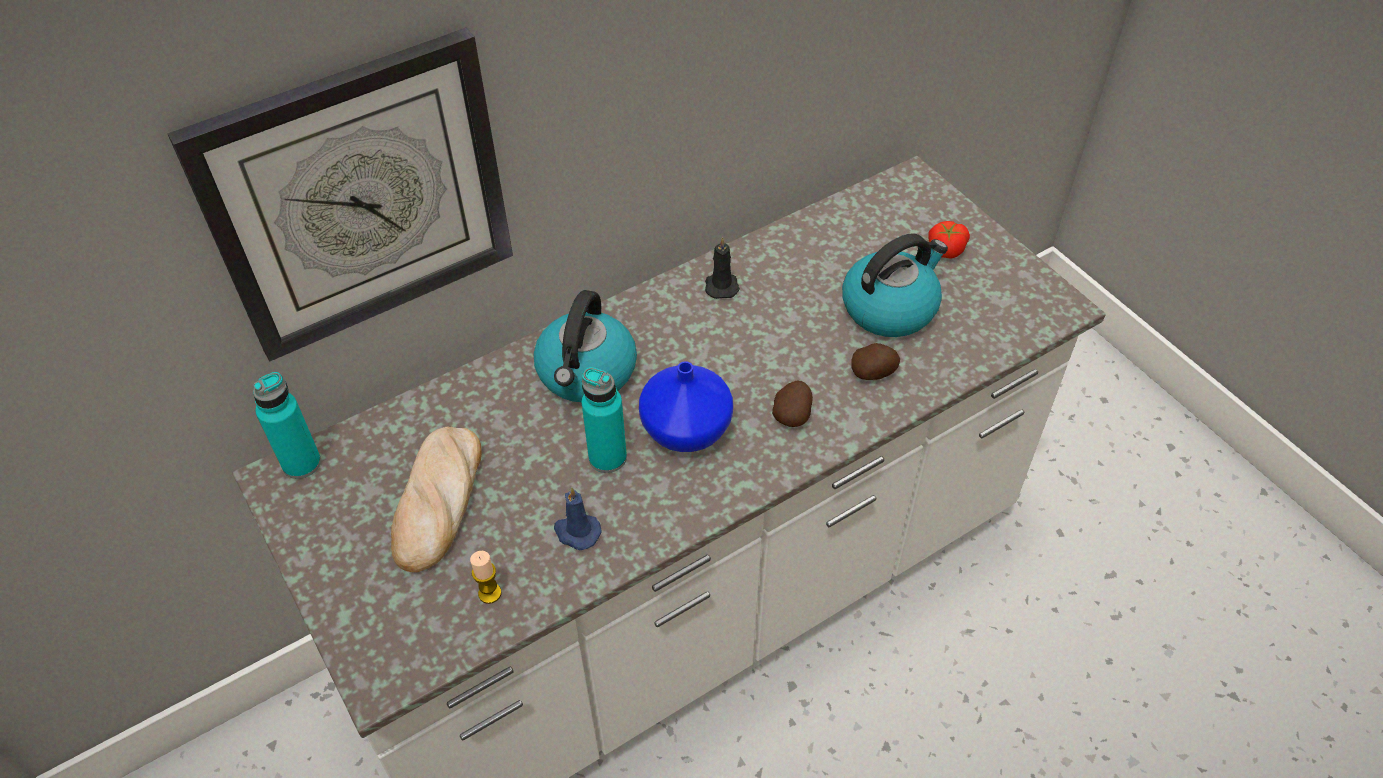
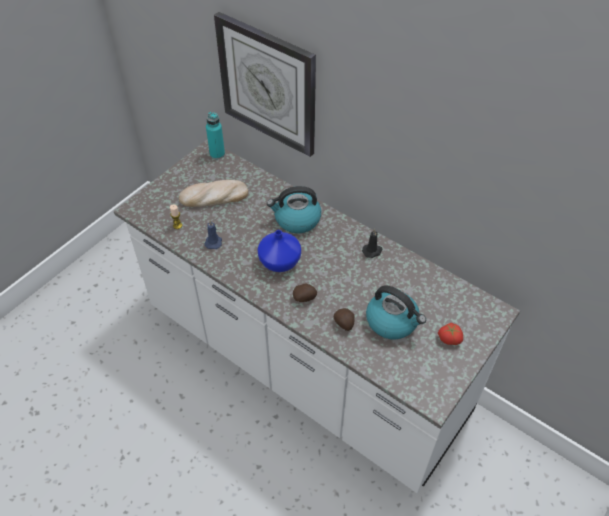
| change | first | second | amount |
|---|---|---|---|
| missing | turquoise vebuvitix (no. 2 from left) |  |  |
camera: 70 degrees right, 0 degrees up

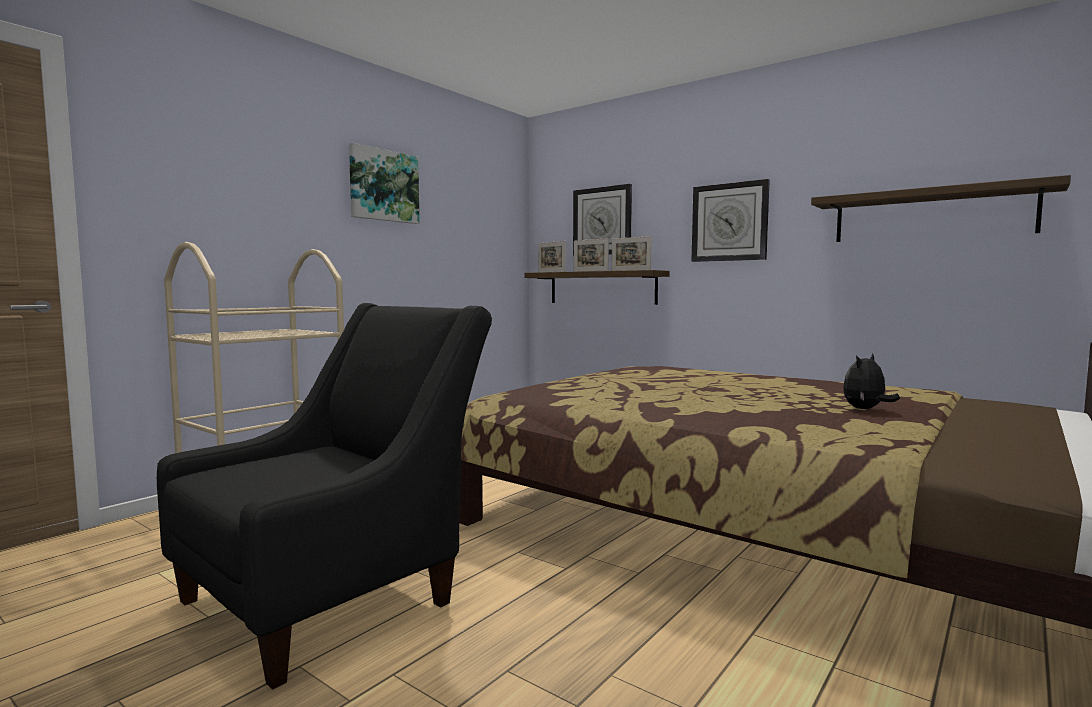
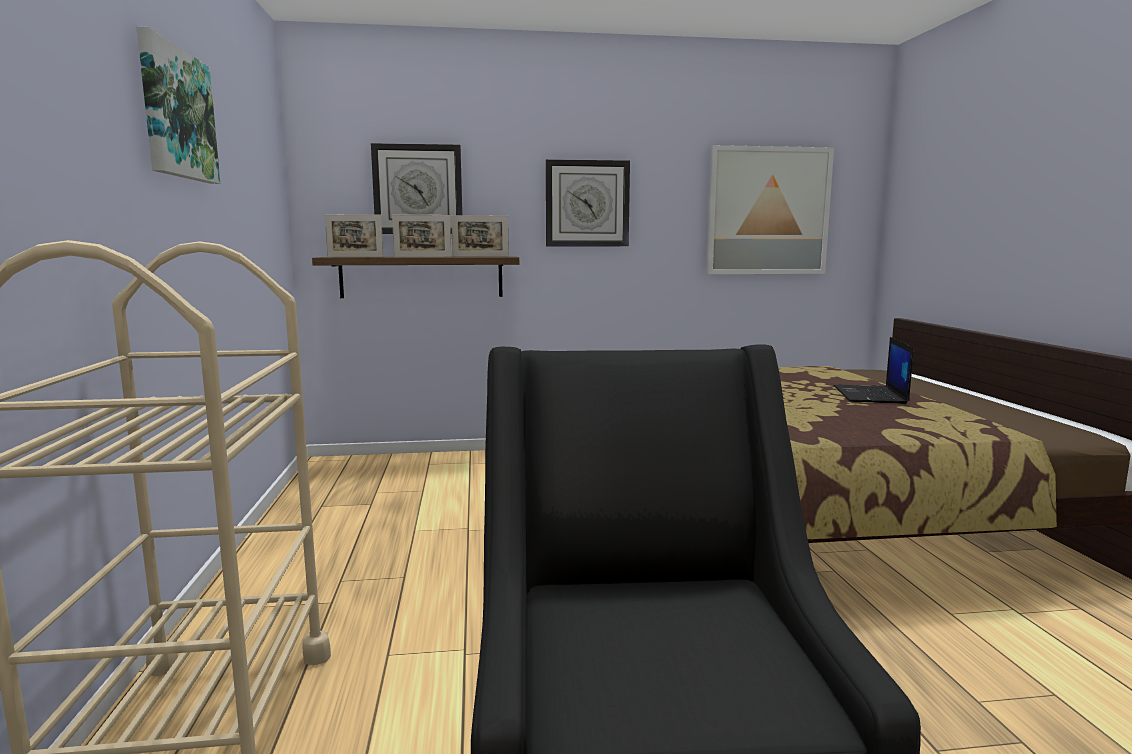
| change | first | second | amount |
|---|---|---|---|
| exchanged | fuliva (no. 2 from left) | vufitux (no. 2 from left) |  |
| exchanged | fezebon | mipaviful |  |
camera: 45 degrees left, 5 degrees up

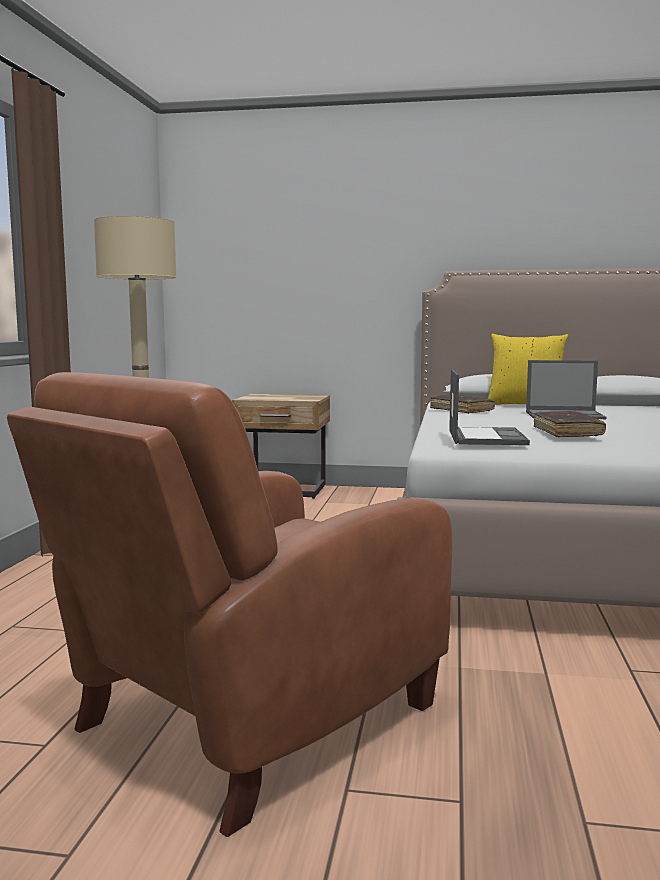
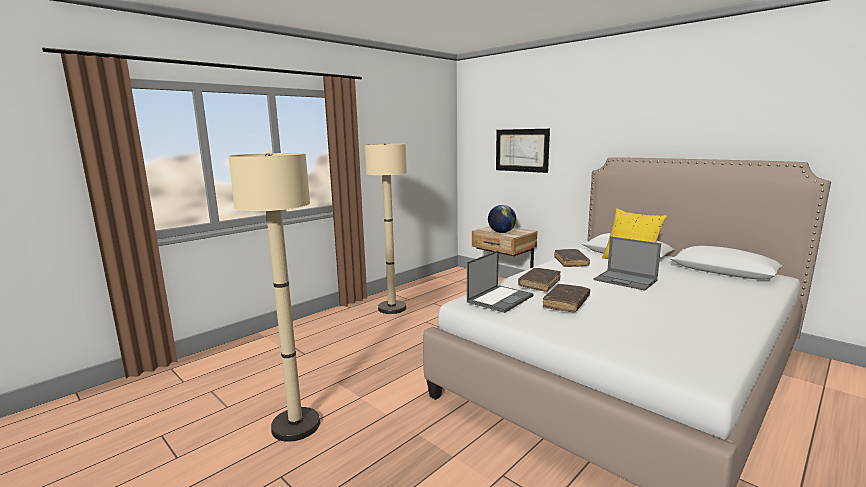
| change | first | second | amount |
|---|---|---|---|
| exchanged | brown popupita | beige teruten (no. 1 from left) |  |
| appeared |  | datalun |  |
| appeared |  | vufitux |  |
| appeared |  | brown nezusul (no. 1 from left) |  |
camera: 35 degrees right, 5 degrees up

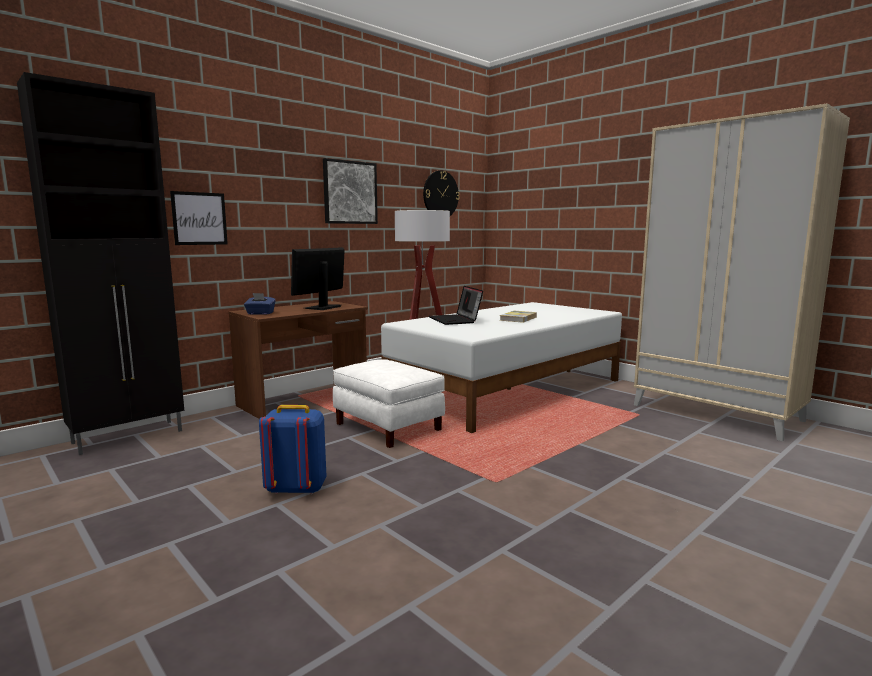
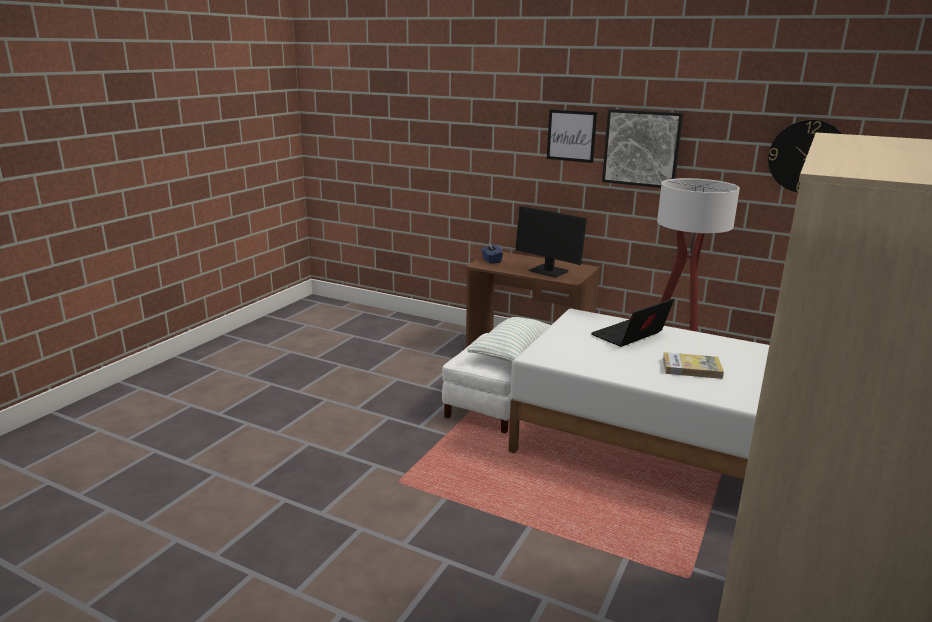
| change | first | second | amount |
|---|---|---|---|
| missing | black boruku |  |  |
| relocated | vufitux (no. 1 from left) |  |  |
| missing | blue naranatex |  |  |
| spun | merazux |  | 150 degrees counterclockwise |
| appeared |  | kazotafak |  |
camera: 70 degrees right, 10 degrees up

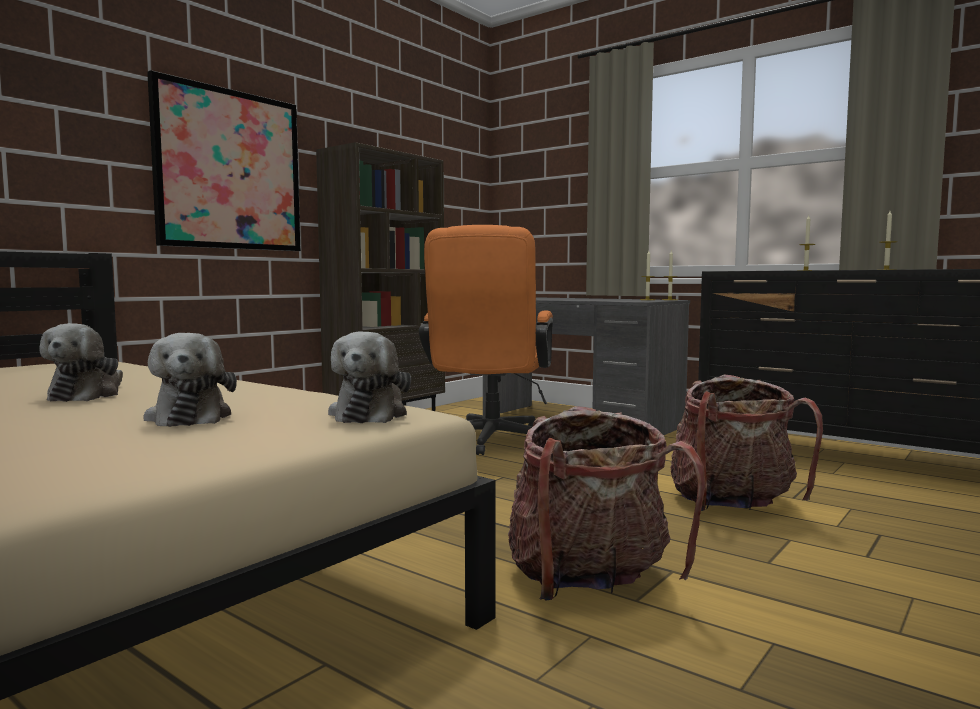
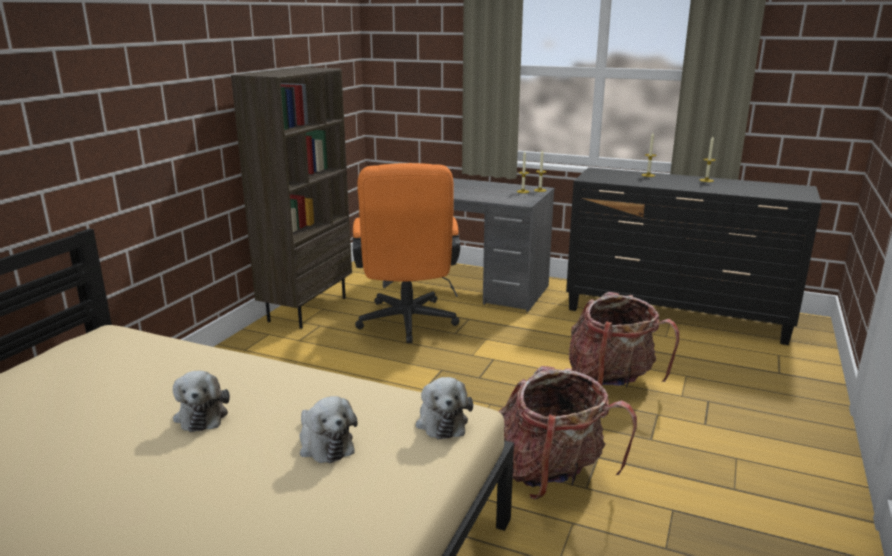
| change | first | second | amount |
|---|---|---|---|
| missing | vufitux |  |  |
camera: 15 degrees left, 15 degrees up

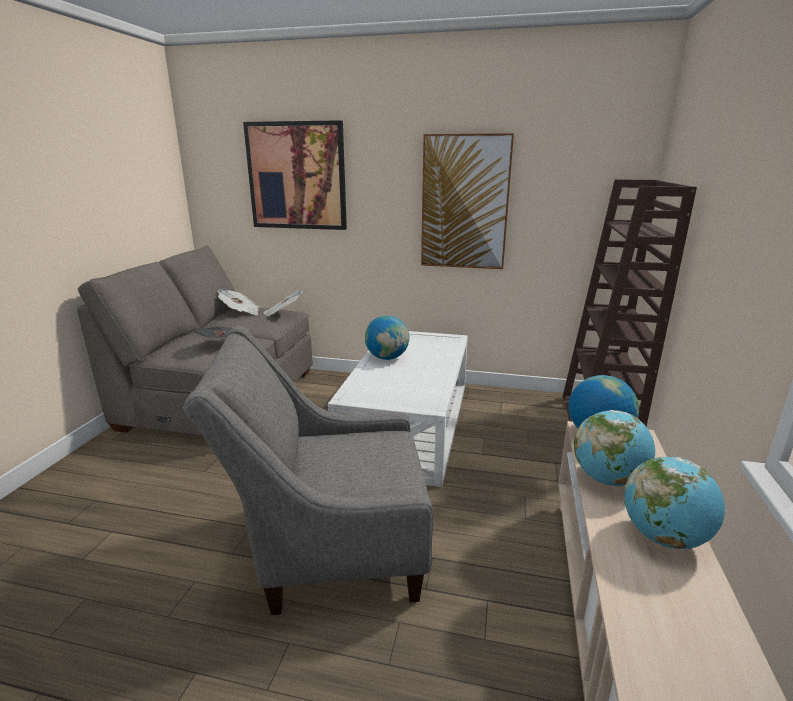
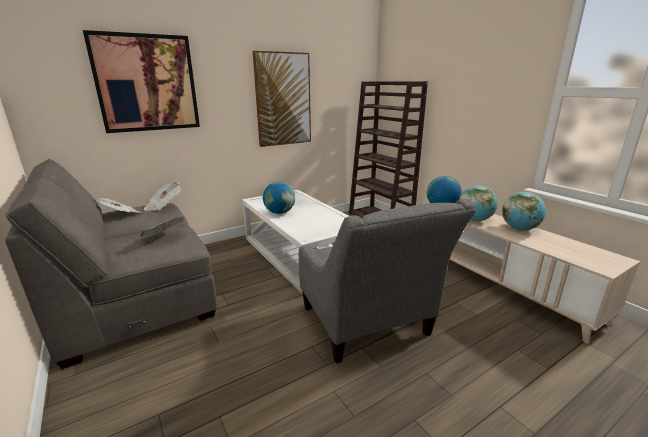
| change | first | second | amount |
|---|---|---|---|
| spun | grey popupita |  | 60 degrees counterclockwise |
camera: 45 degrees left, 0 degrees up

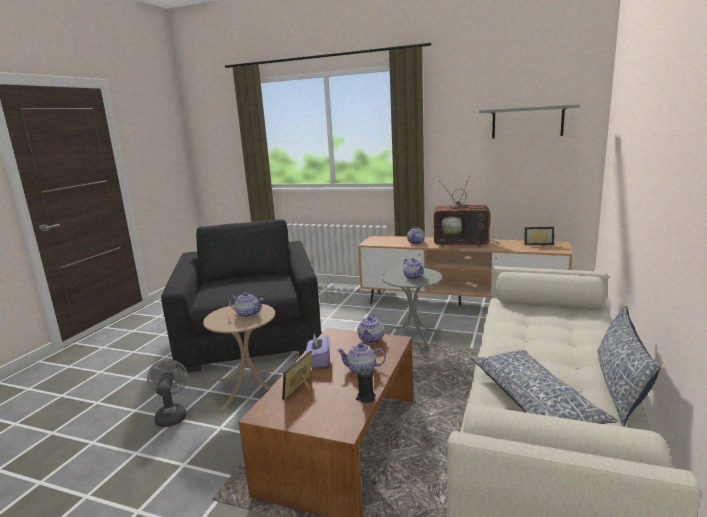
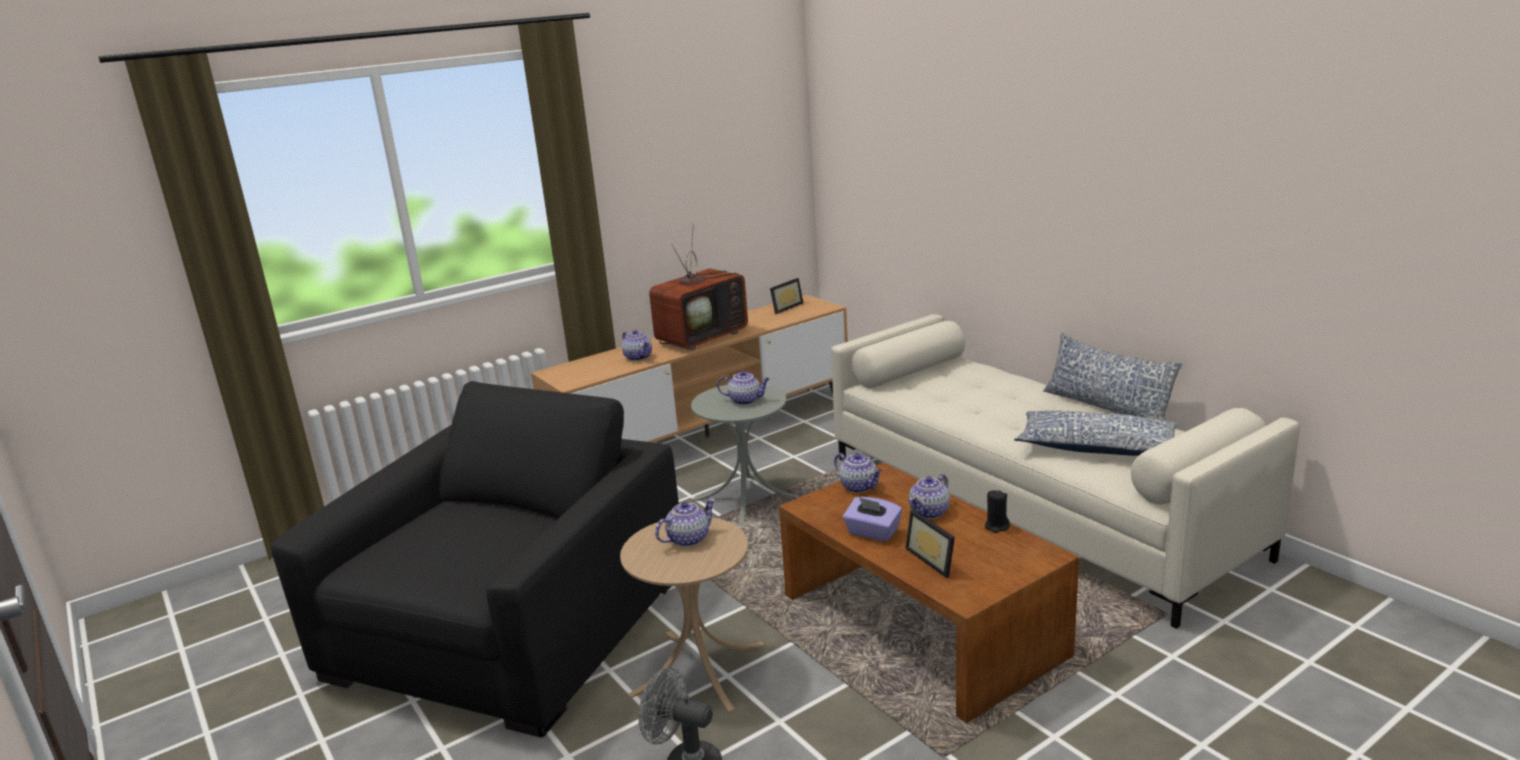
| change | first | second | amount |
|---|---|---|---|
| spun | black popupita |  | 90 degrees clockwise |
| missing | grey fuliva |  |  |
camera: 55 degrees left, 5 degrees up

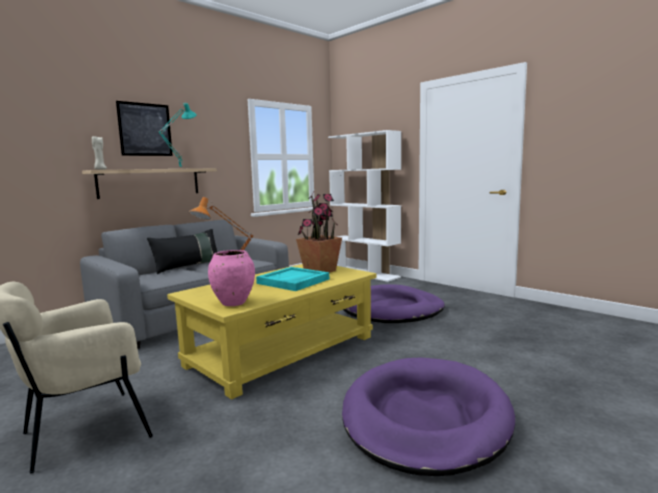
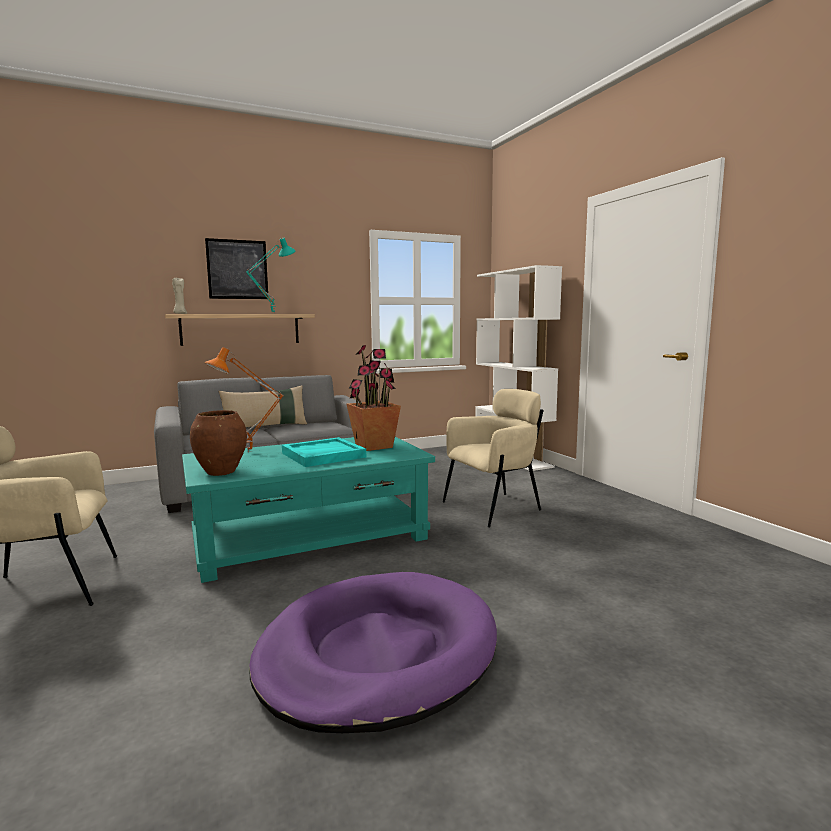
| change | first | second | amount |
|---|---|---|---|
| colour | black kazotafak | beige kazotafak |  |
| colour | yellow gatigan | turquoise gatigan |  |
| colour | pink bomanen | brown bomanen |  |
| exchanged | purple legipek (no. 1 from left) | beige popupita (no. 2 from left) |  |
camera: 20 degrees right, 0 degrees up

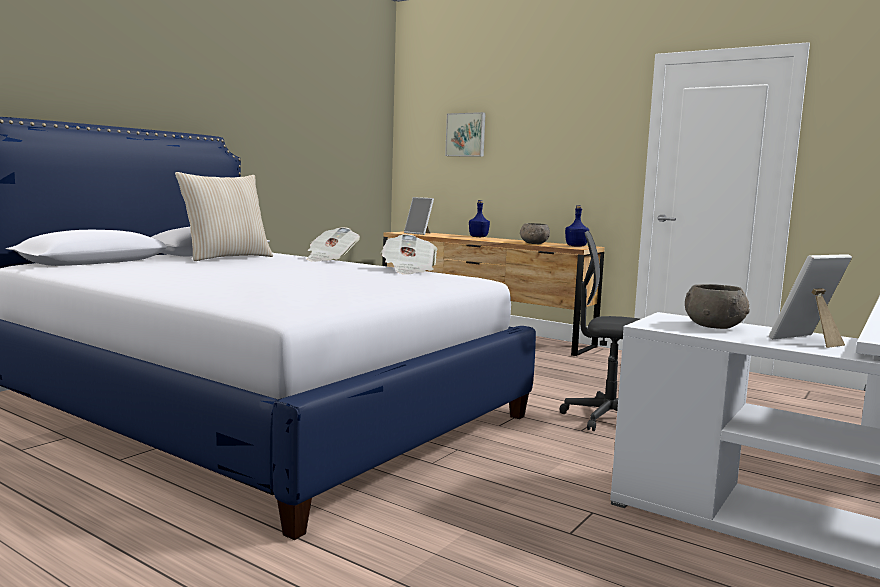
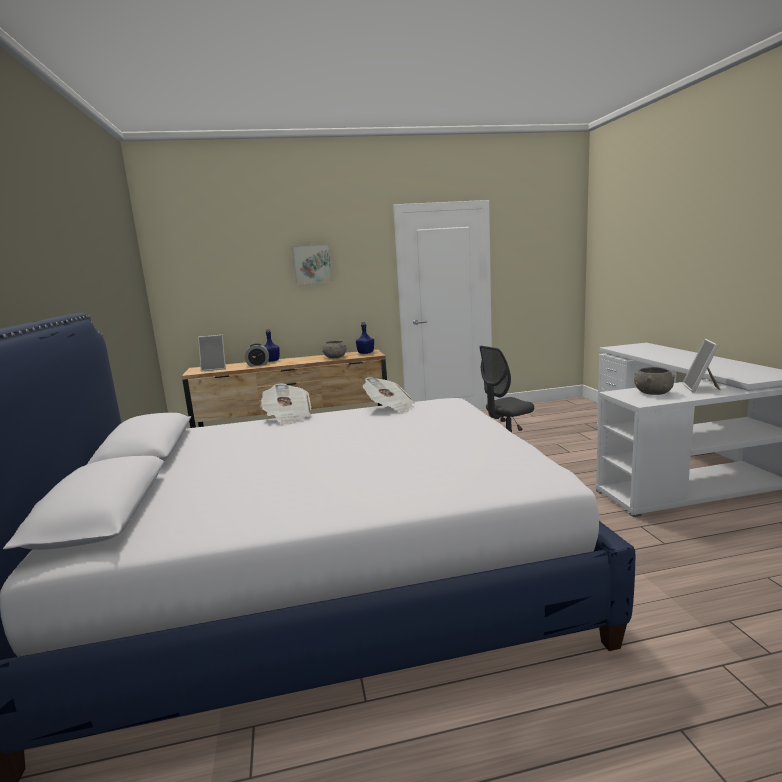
| change | first | second | amount |
|---|---|---|---|
| missing | beige kazotafak |  |  |
| relocated | vufitux |  |  |
| appeared |  | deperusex |  |
camera: 45 degrees left, 5 degrees up

